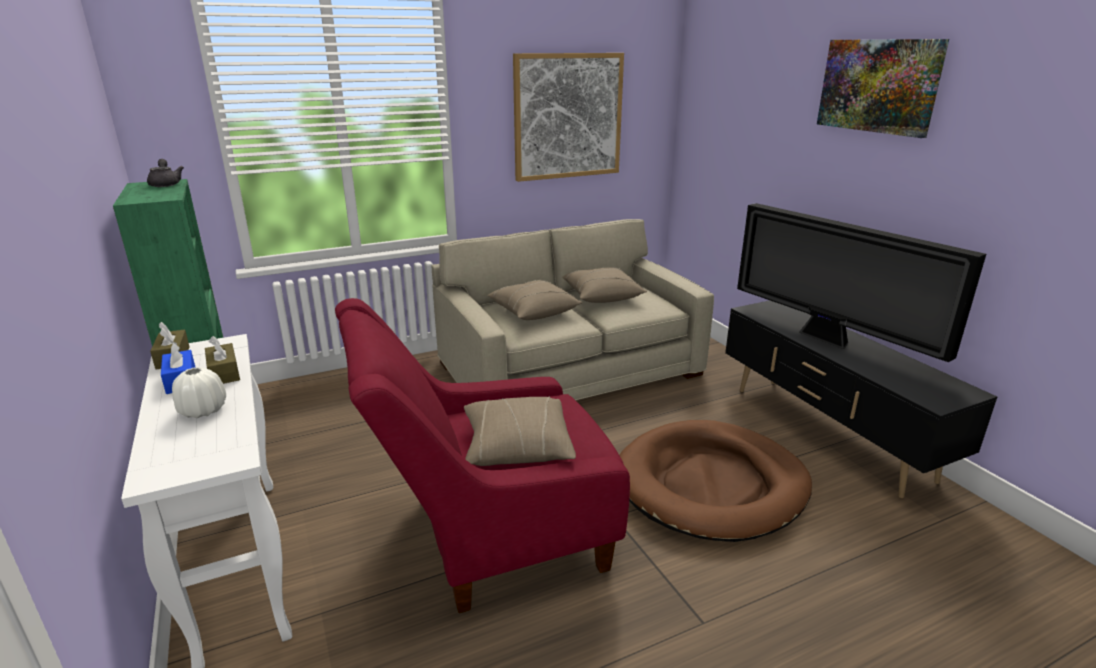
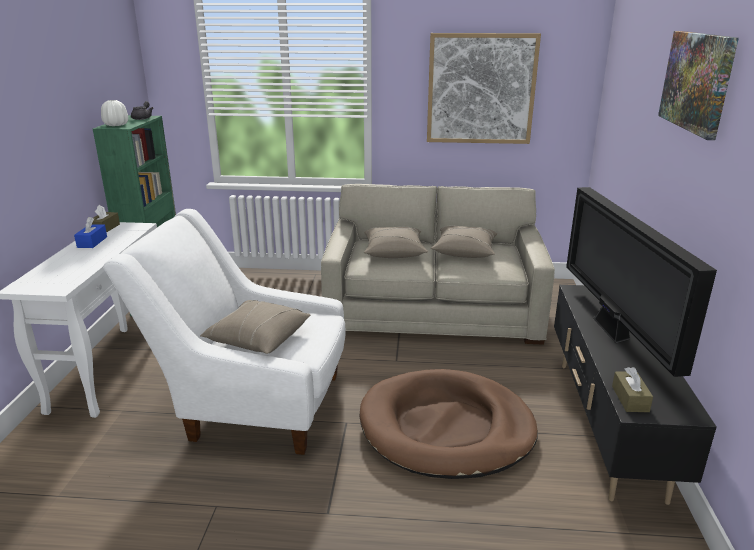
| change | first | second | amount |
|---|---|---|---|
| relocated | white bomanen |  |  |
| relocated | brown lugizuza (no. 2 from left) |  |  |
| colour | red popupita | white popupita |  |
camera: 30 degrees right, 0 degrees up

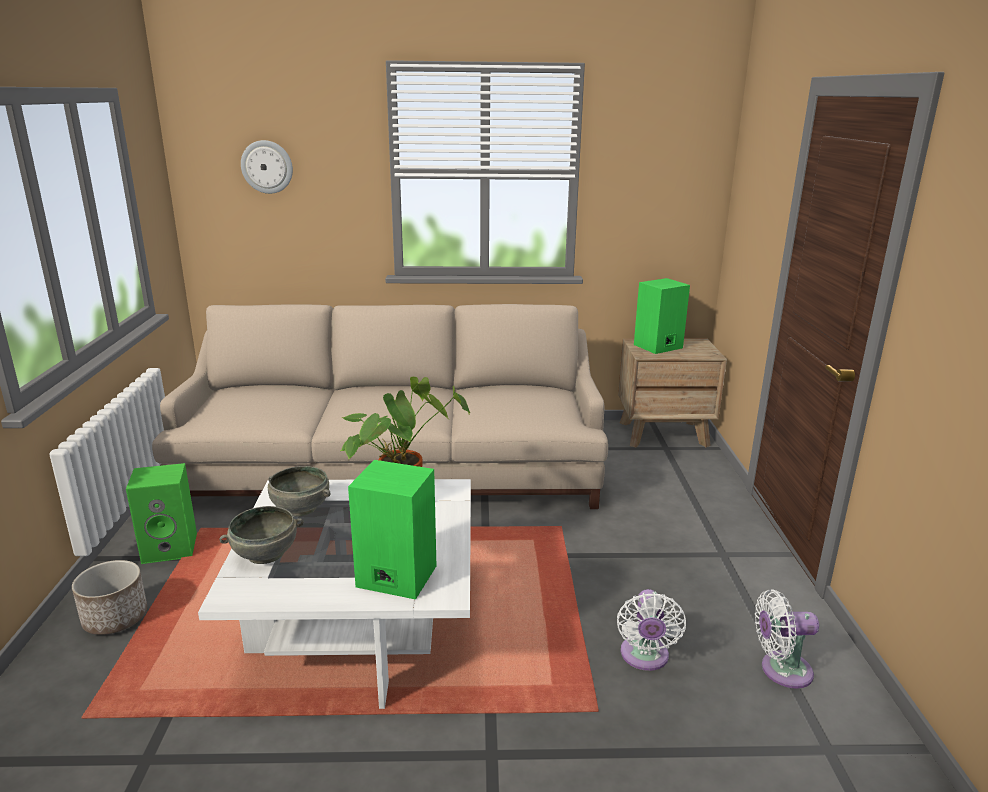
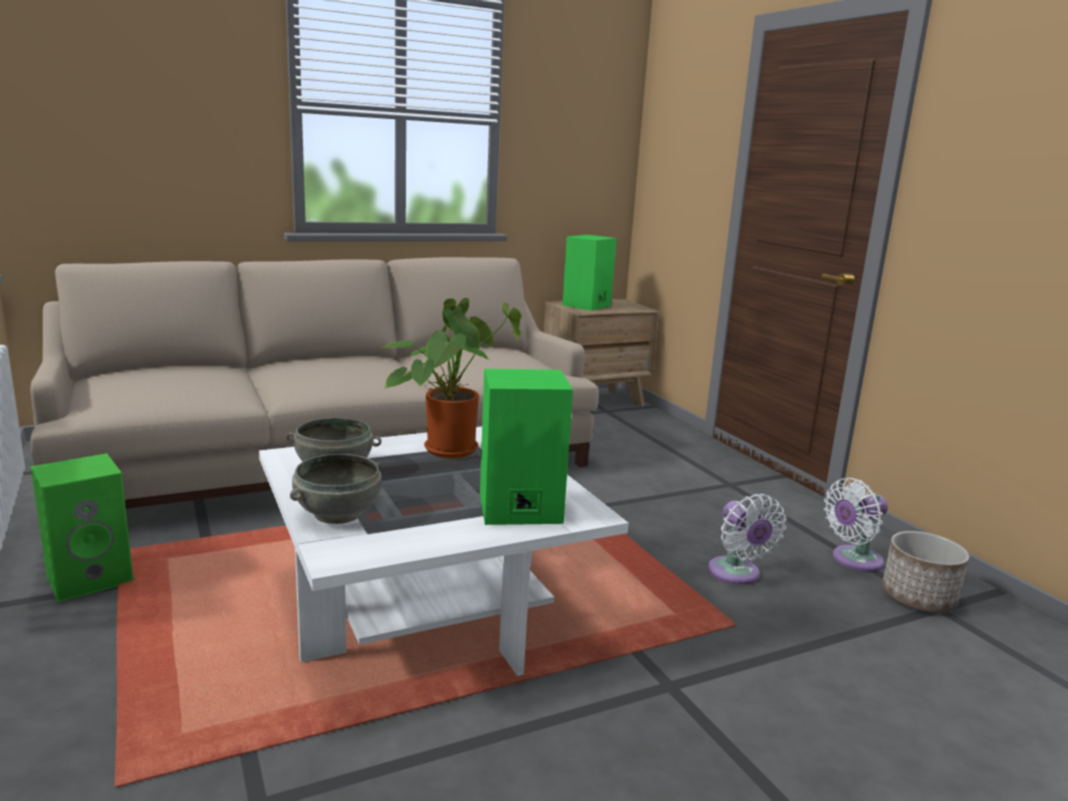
| change | first | second | amount |
|---|---|---|---|
| relocated | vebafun |  |  |
| missing | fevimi |  |  |
camera: 25 degrees left, 5 degrees down

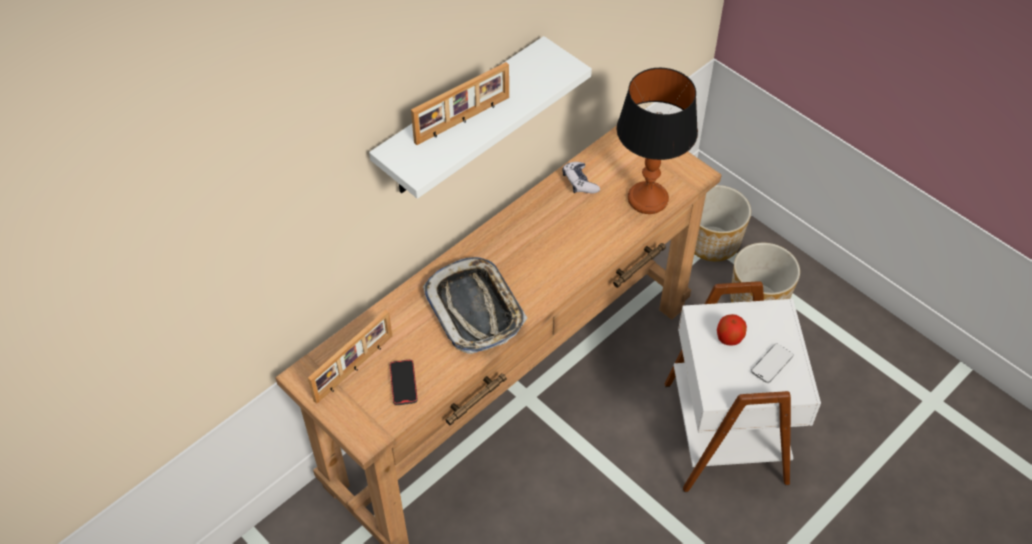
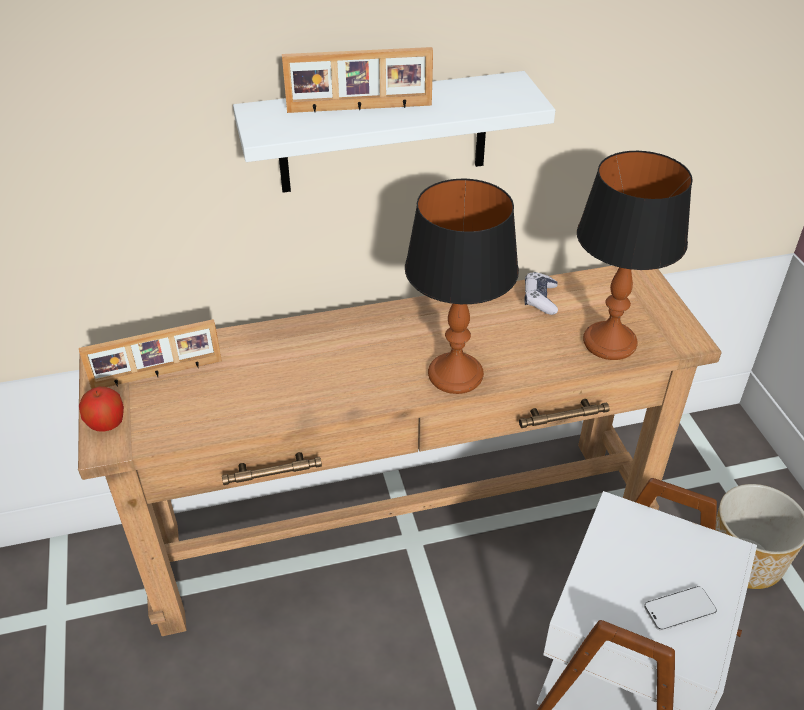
| change | first | second | amount |
|---|---|---|---|
| missing | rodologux (no. 1 from left) |  |  |
| missing | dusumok |  |  |
| missing | vebafun (no. 1 from left) |  |  |
| relocated | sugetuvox |  |  |
| appeared |  | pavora (no. 1 from left) |  |
camera: 30 degrees right, 10 degrees down

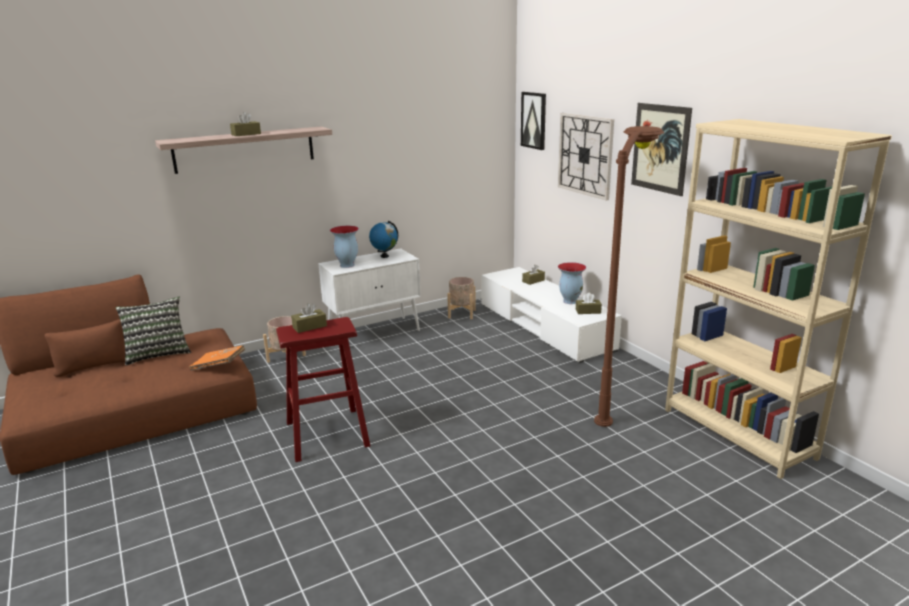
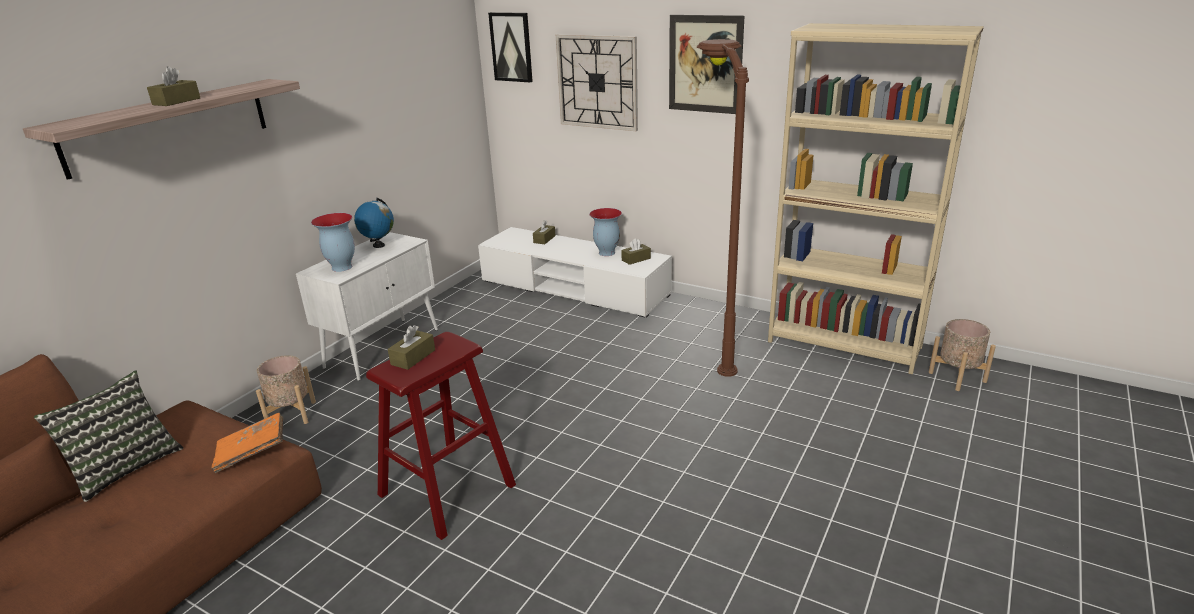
| change | first | second | amount |
|---|---|---|---|
| relocated | beige vebafun (no. 2 from left) |  |  |
camera: 30 degrees left, 5 degrees up

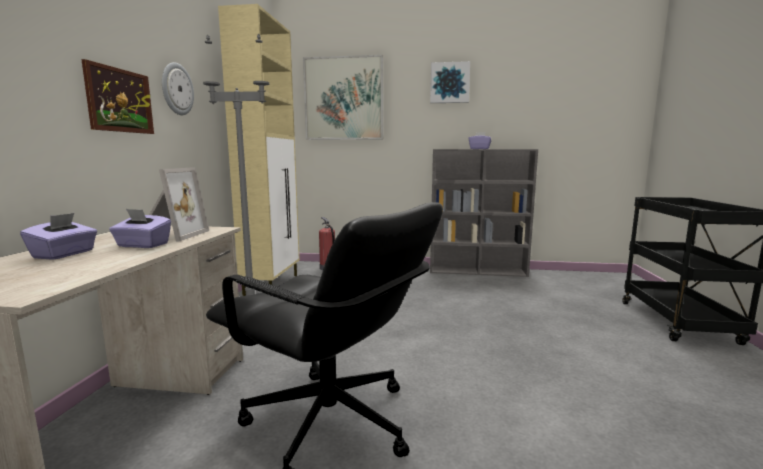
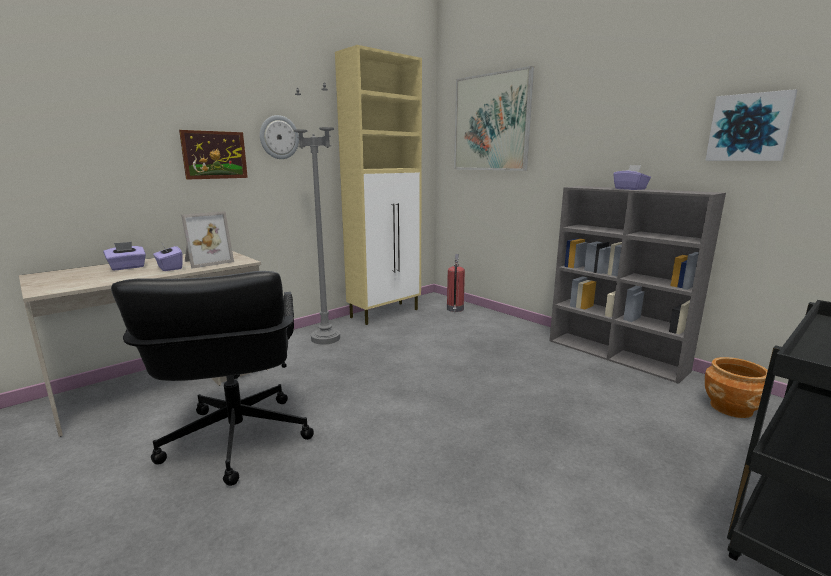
| change | first | second | amount |
|---|---|---|---|
| relocated | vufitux (no. 3 from left) |  |  |
| appeared |  | brown vebafun |  |
camera: 40 degrees right, 5 degrees up

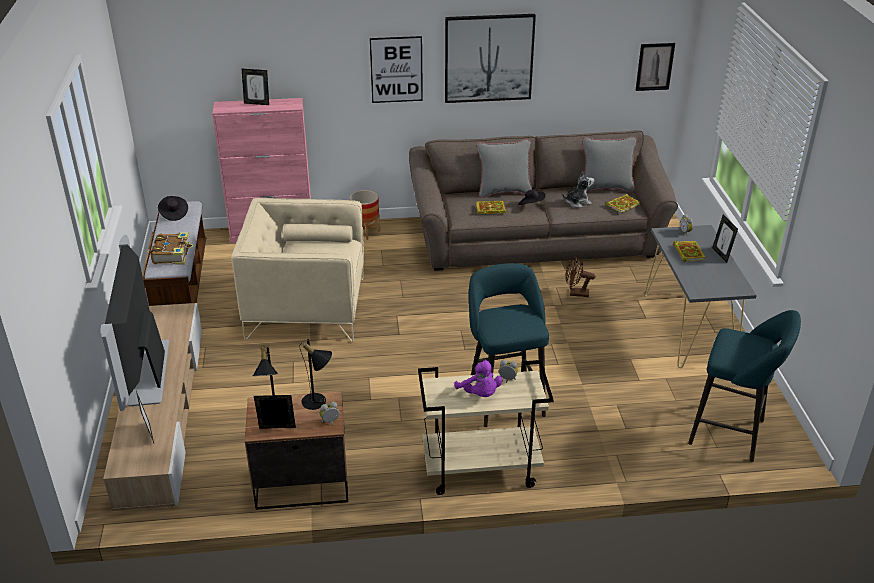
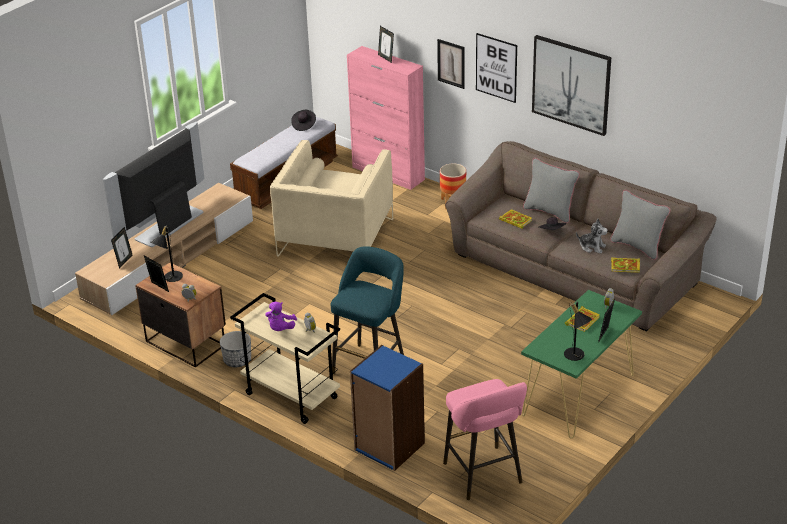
| change | first | second | amount |
|---|---|---|---|
| missing | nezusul (no. 1 from left) |  |  |
| spun | beige popupita |  | 120 degrees counterclockwise |
| relocated | black pavora (no. 2 from left) |  |  |
| missing | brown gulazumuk |  |  |
| relocated | vufitux (no. 3 from left in the first image) | vufitux (no. 1 from left) |  |
| colour | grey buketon | green buketon |  |
| colour | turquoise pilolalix (no. 2 from left) | pink pilolalix |  |
| appeared |  | vebafun (no. 1 from left) |  |
| appeared |  | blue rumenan |  |
camera: 45 degrees right, 0 degrees up

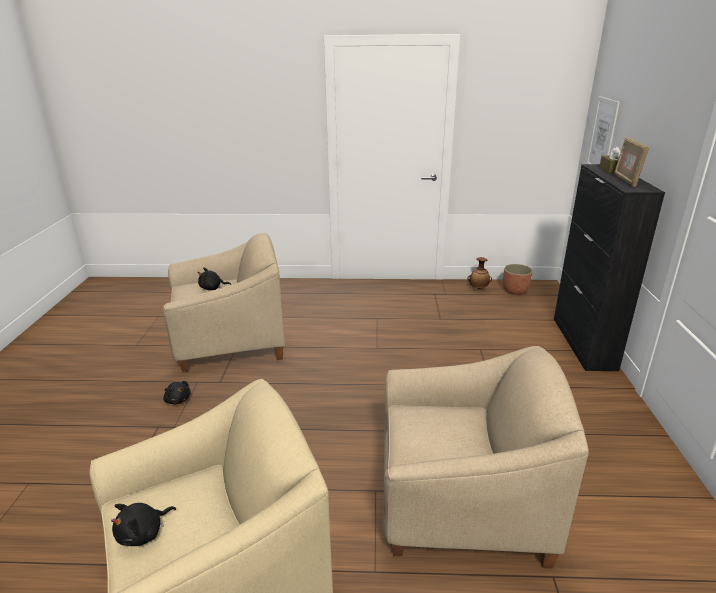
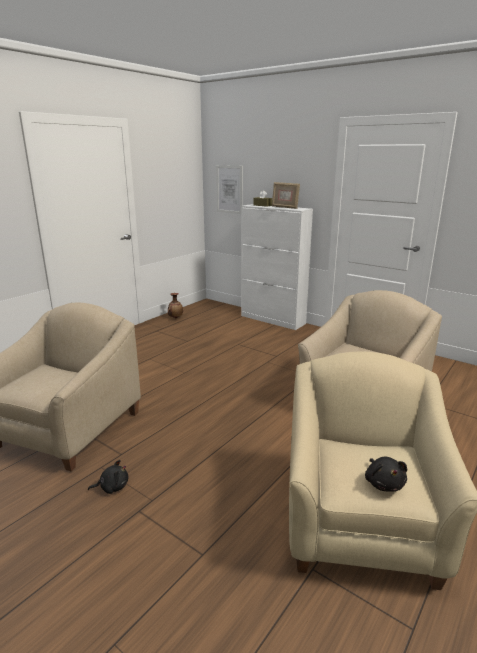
| change | first | second | amount |
|---|---|---|---|
| missing | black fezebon (no. 3 from left) |  |  |
| missing | vebafun |  |  |
| colour | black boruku | white boruku |  |
camera: 55 degrees left, 5 degrees down

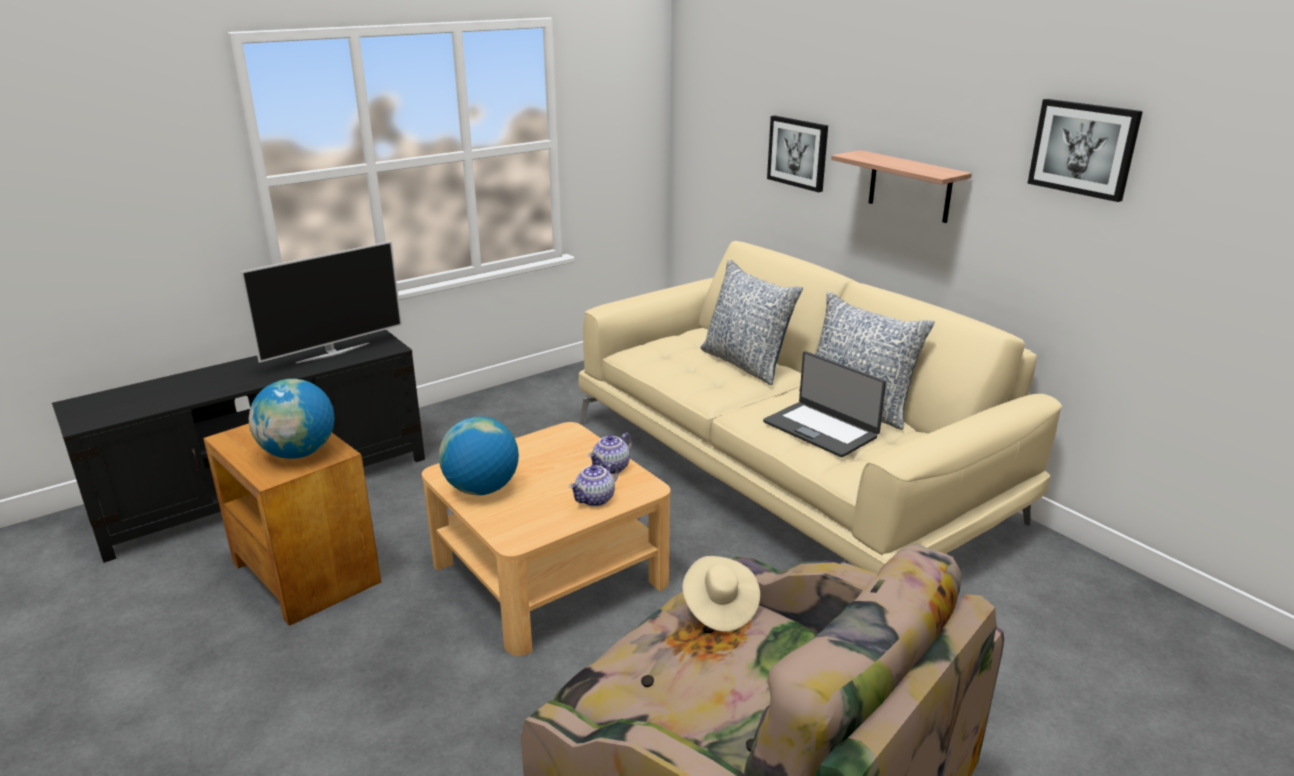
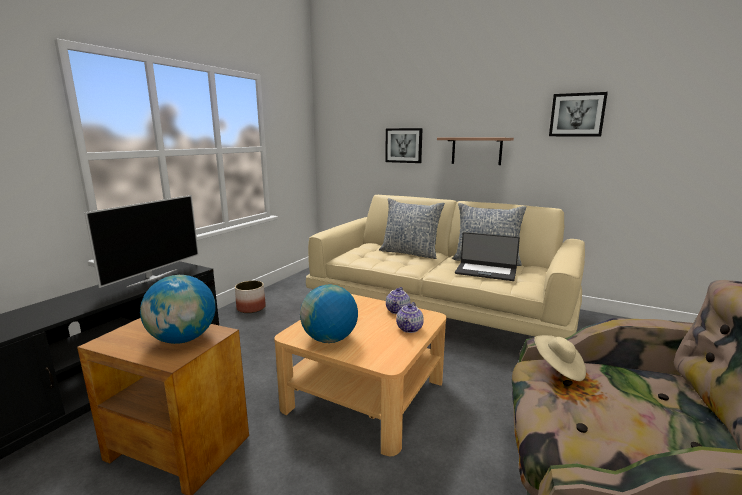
| change | first | second | amount |
|---|---|---|---|
| appeared |  | vebafun |  |
camera: 25 degrees left, 10 degrees down

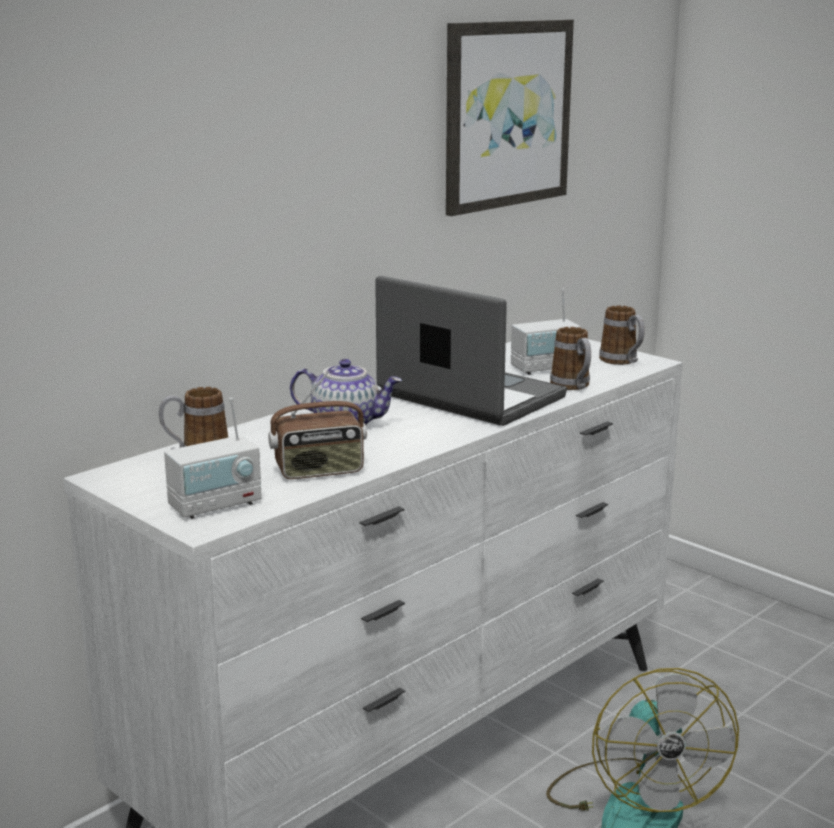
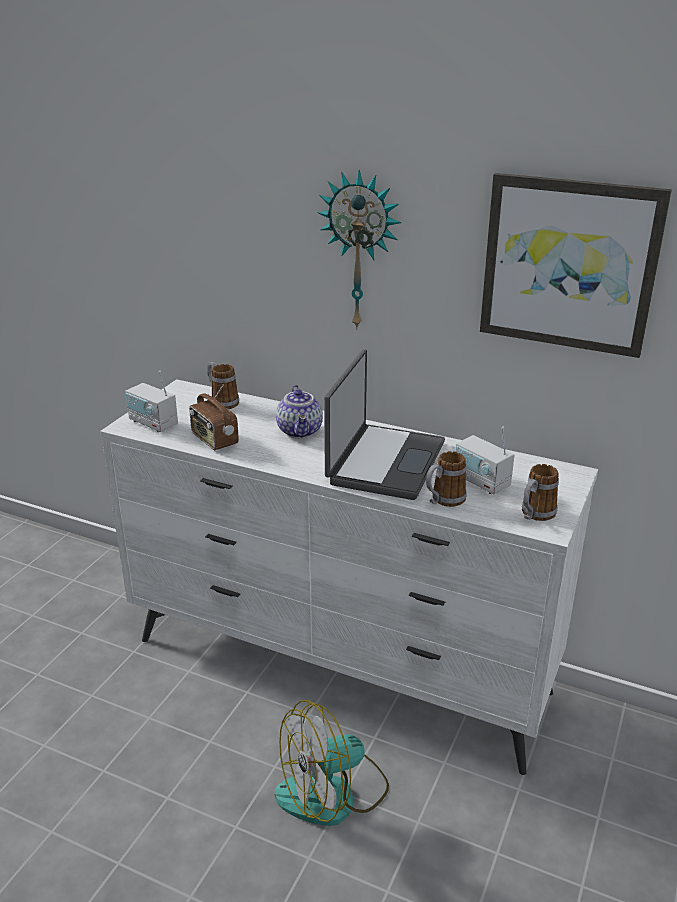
| change | first | second | amount |
|---|---|---|---|
| appeared |  | fevimi |  |
camera: 70 degrees right, 10 degrees up

